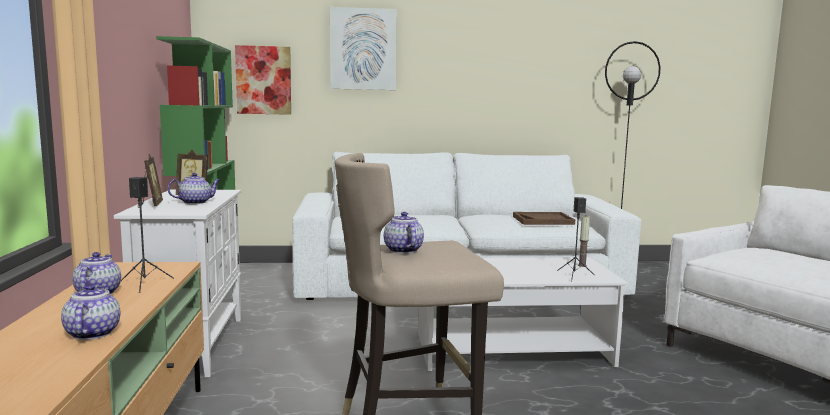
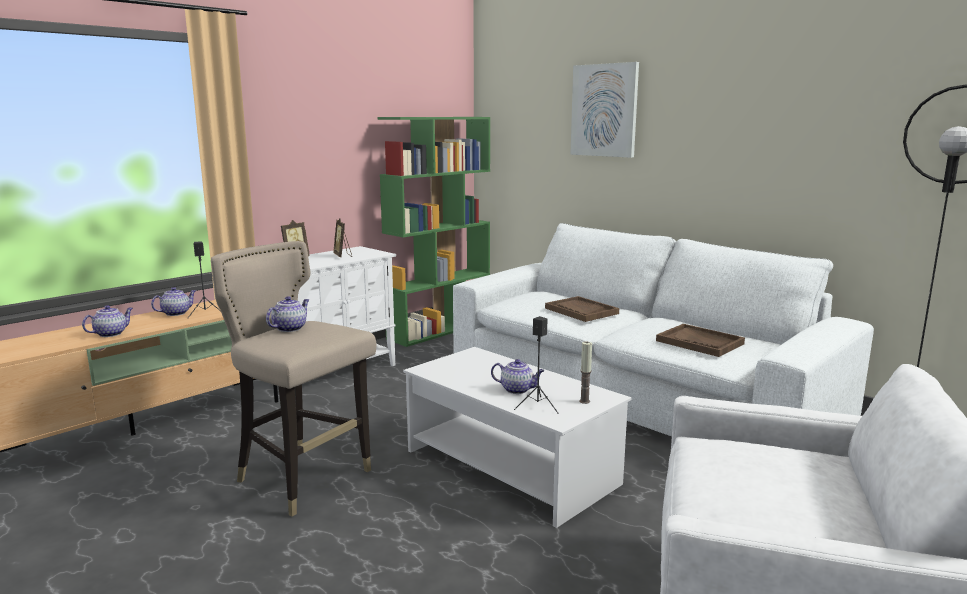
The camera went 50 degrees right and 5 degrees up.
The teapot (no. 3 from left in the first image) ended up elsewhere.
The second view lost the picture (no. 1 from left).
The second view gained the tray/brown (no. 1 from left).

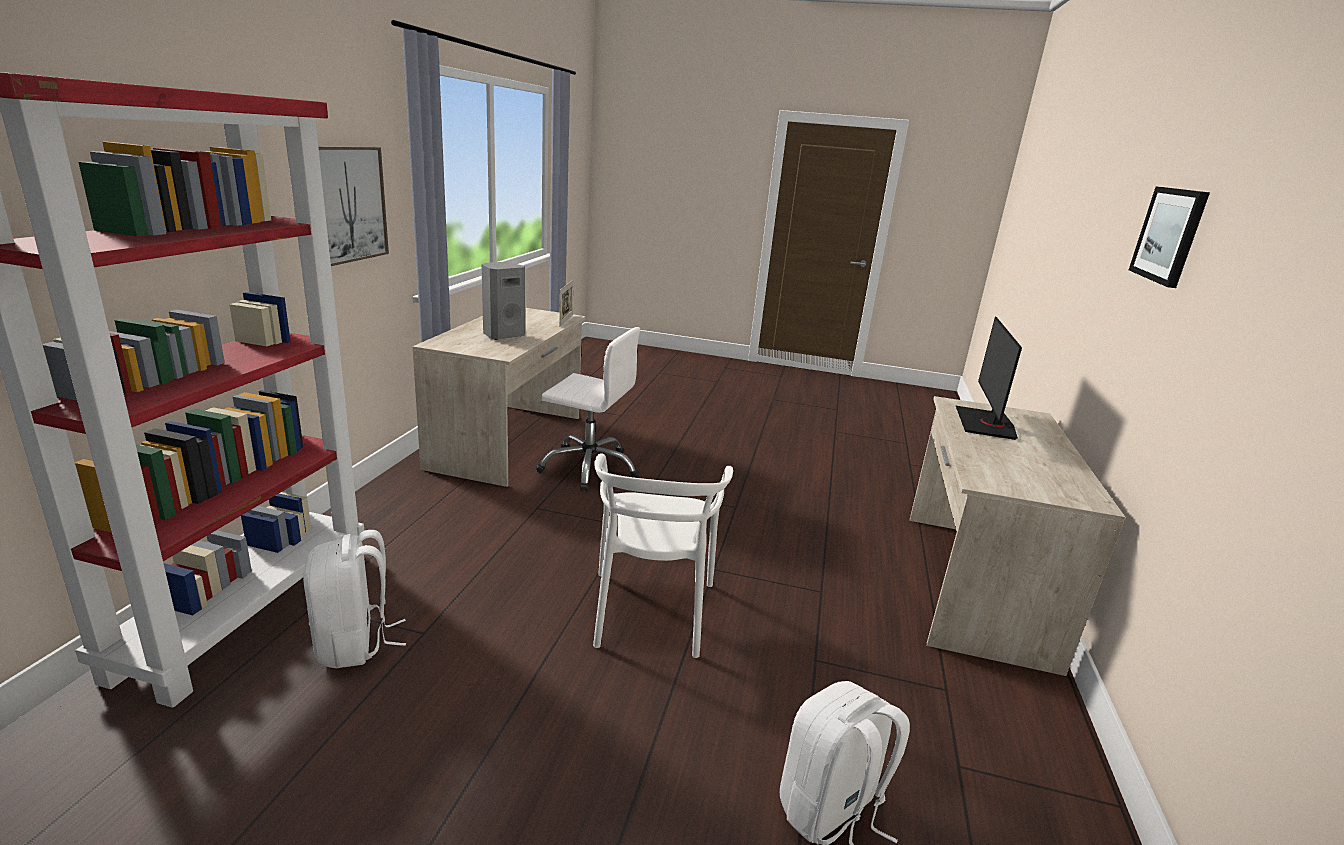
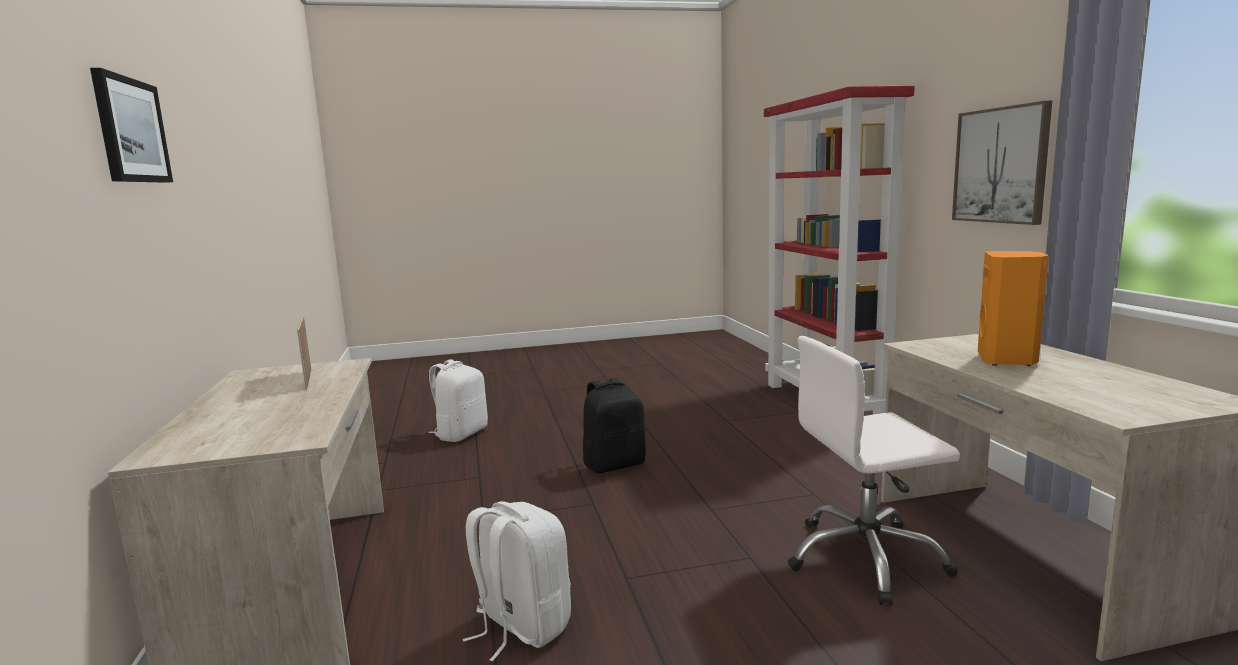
The camera went 155 degrees right and 10 degrees down.
The backpack/white (no. 1 from left in the first image) ended up elsewhere.
What was the speaker/grey turned into the speaker/orange.
The picture frame ended up elsewhere.
Where the chair/white stood, the backpack/black came to stand.
The second view lost the monitor.

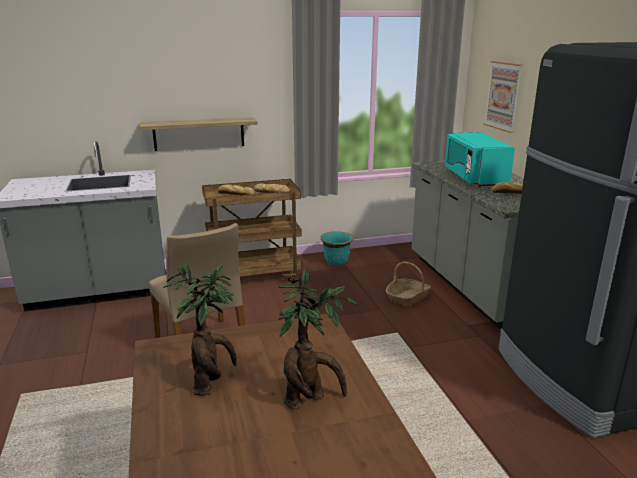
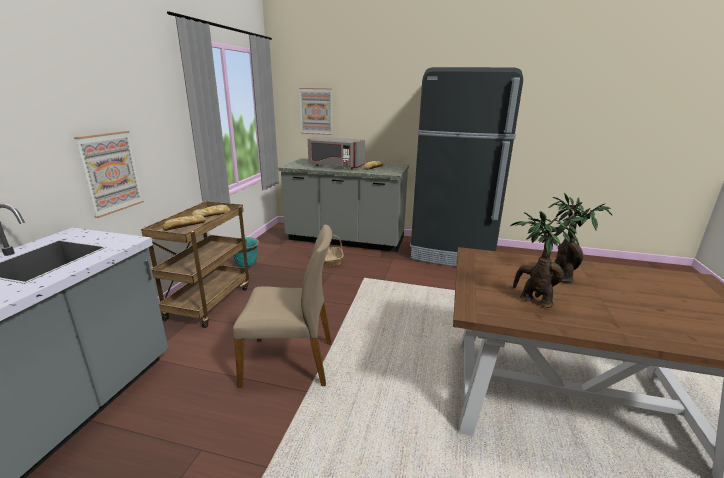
The camera went 60 degrees left and 0 degrees up.
Where the shelf hung, the picture (no. 1 from left) came to hang.
What was the microwave/turquoise turned into the microwave/grey.

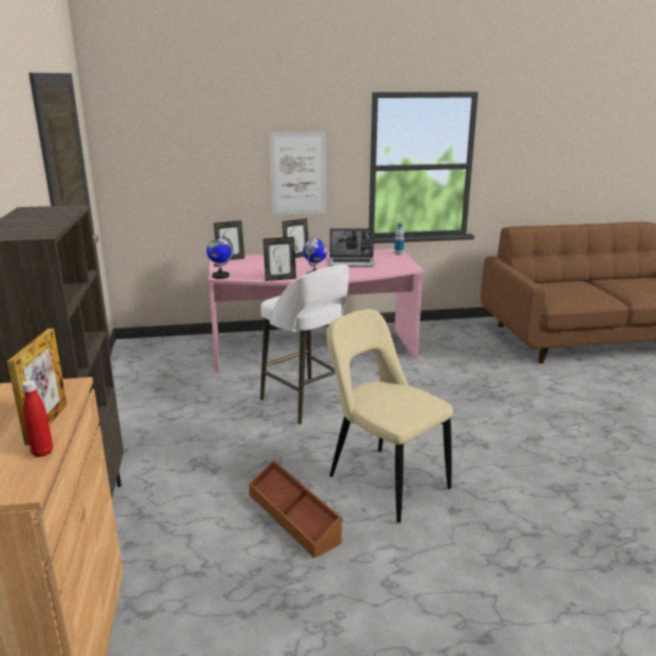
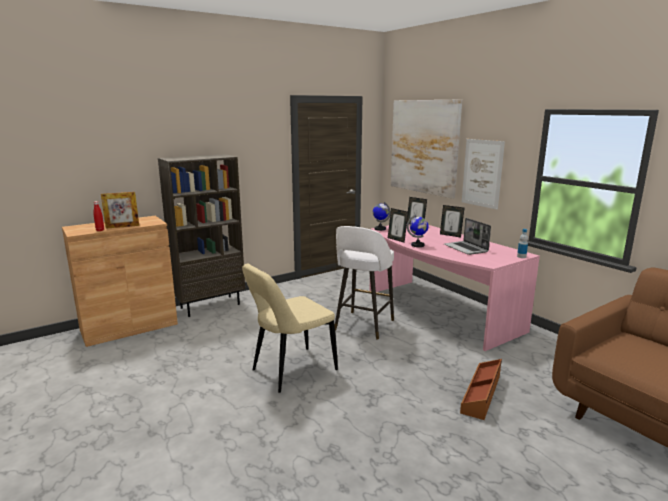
The camera went 65 degrees right and 5 degrees down.
The storage box/brown ended up elsewhere.
The chair/beige ended up facing another way, 150 degrees counterclockwise from before.
The second view gained the picture (no. 1 from left).

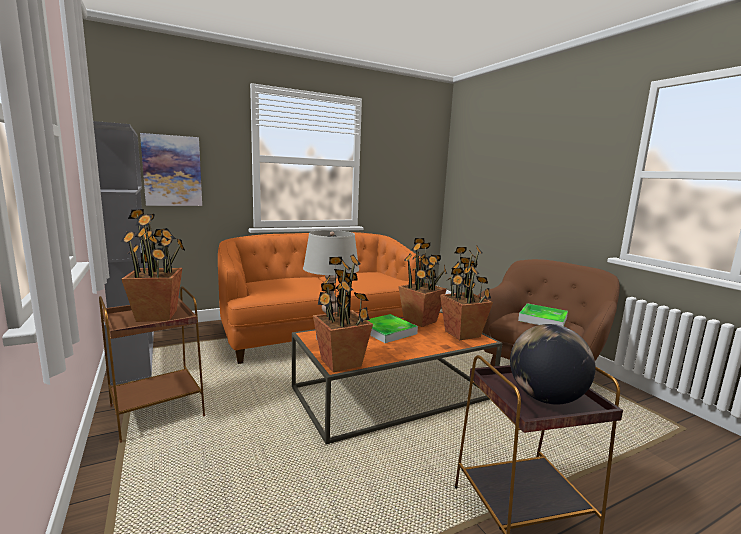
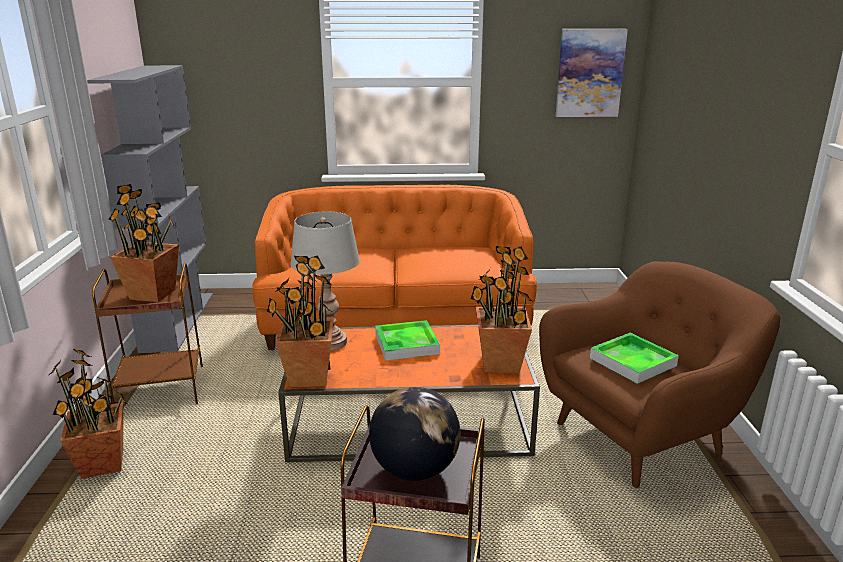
The camera went 25 degrees right and 10 degrees up.
The picture ended up elsewhere.
The potted plant (no. 3 from left in the first image) ended up elsewhere.

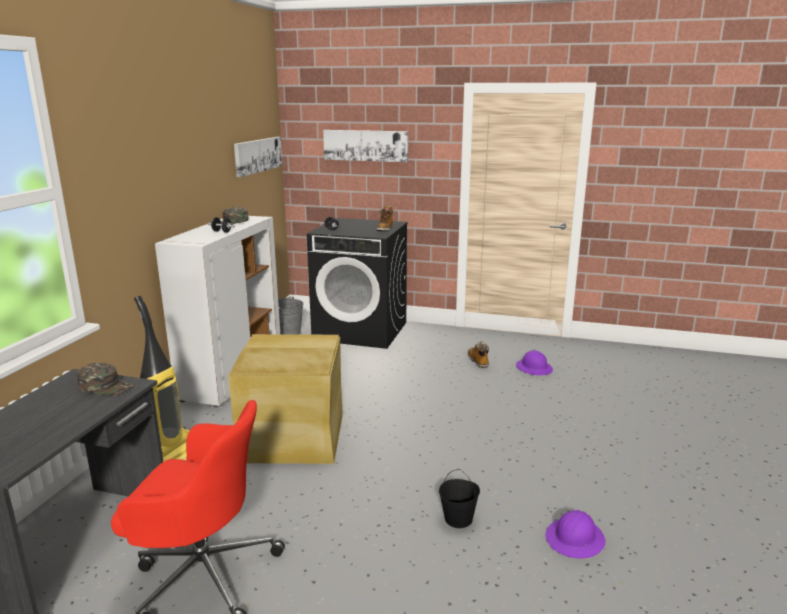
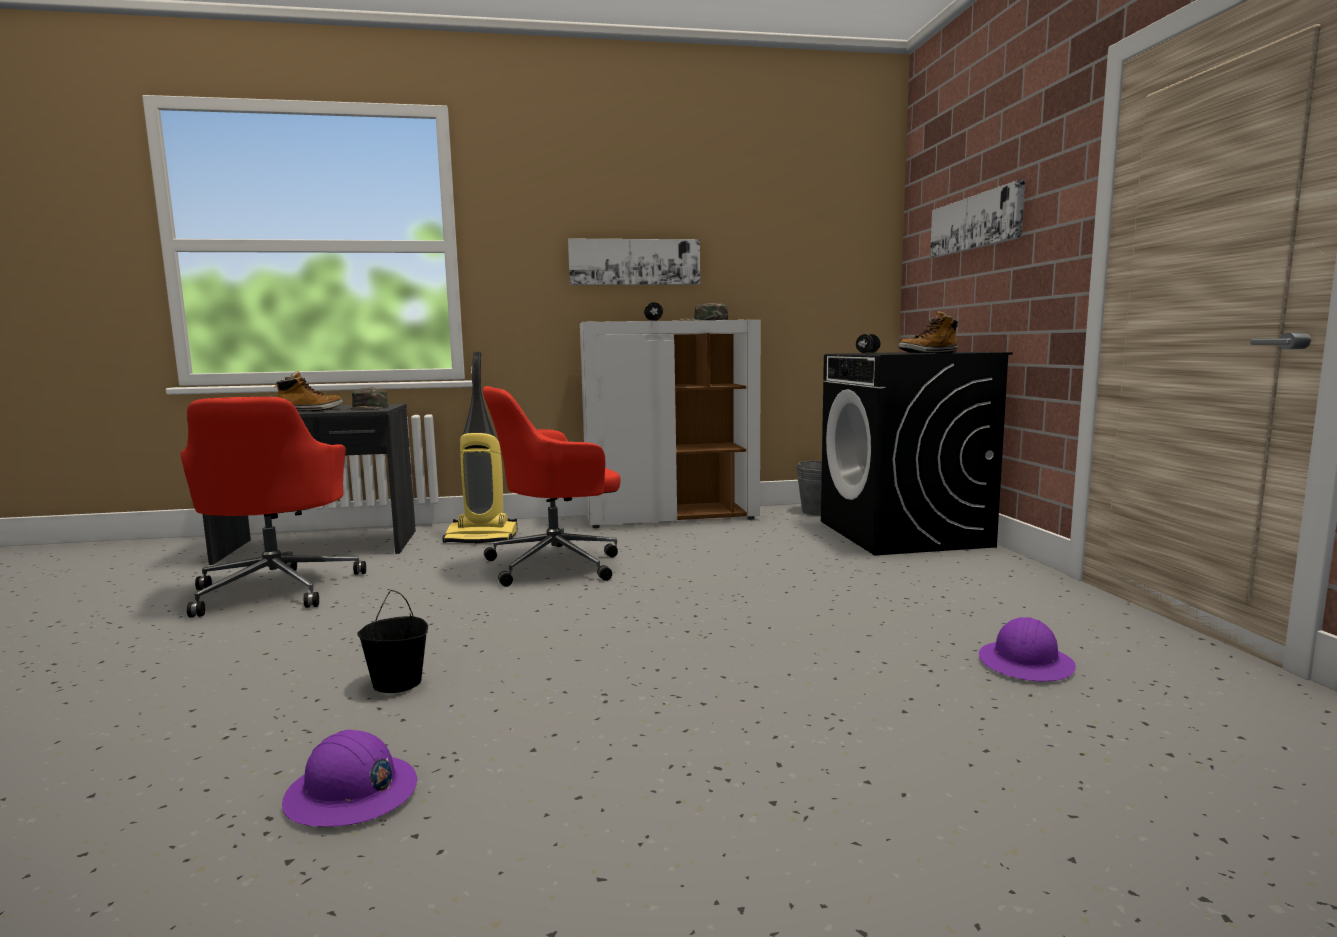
The camera went 65 degrees right and 10 degrees down.
Where the storage box/beige stood, the office chair/red (no. 2 from left) came to stand.
The picture (no. 1 from left) ended up elsewhere.
The boot (no. 2 from left in the first image) ended up elsewhere.

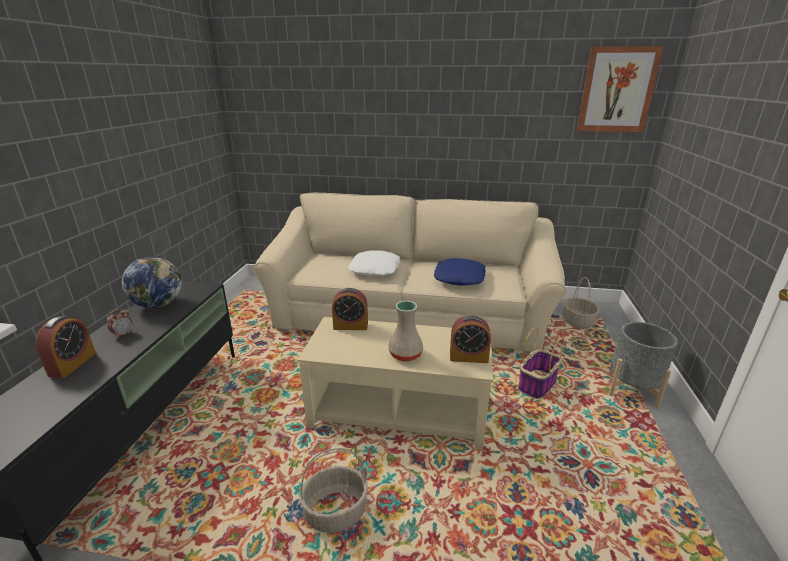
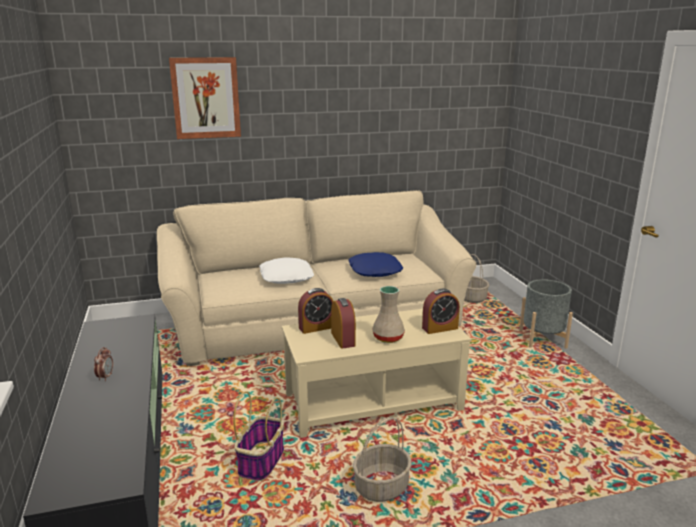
The camera went 25 degrees left and 5 degrees down.
The alarm clock (no. 1 from left in the first image) ended up elsewhere.
The second view lost the globe.
The basket (no. 2 from left in the first image) ended up elsewhere.
The picture ended up elsewhere.

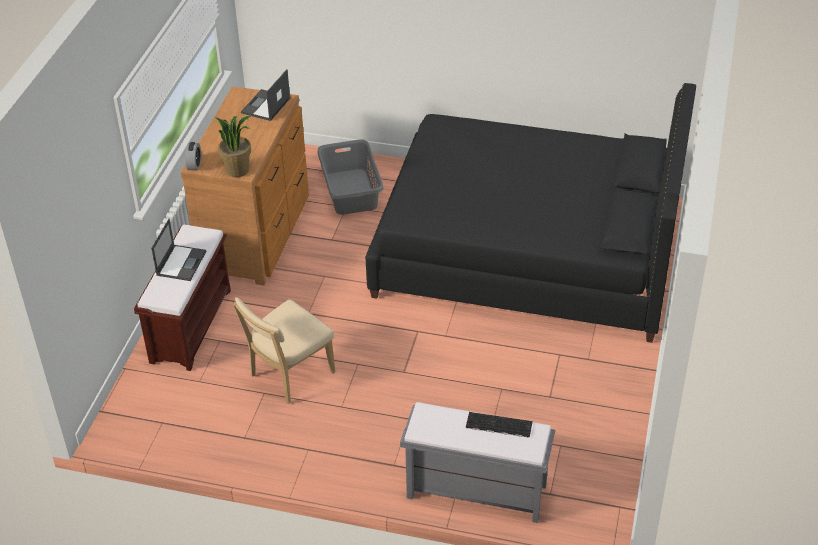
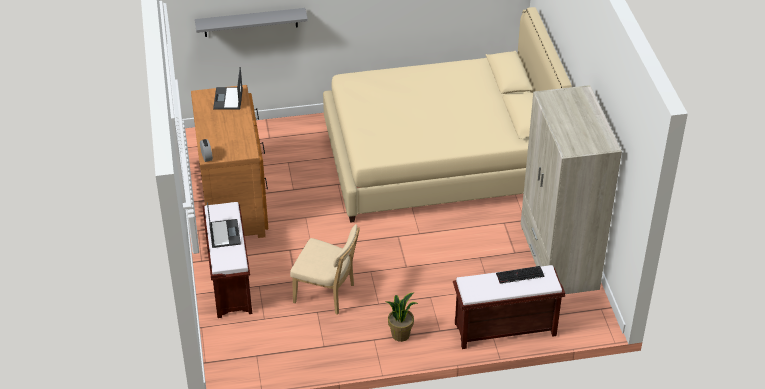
The camera went 25 degrees left and 0 degrees up.
The potted plant ended up elsewhere.
The chair/beige ended up facing another way, 90 degrees counterclockwise from before.
The second view lost the laundry basket/grey.
What was the bed/black turned into the bed/beige.
What was the bench/grey turned into the bench/brown (no. 2 from left).
The second view gained the shelf/grey.
The second view gained the wardrobe/beige.

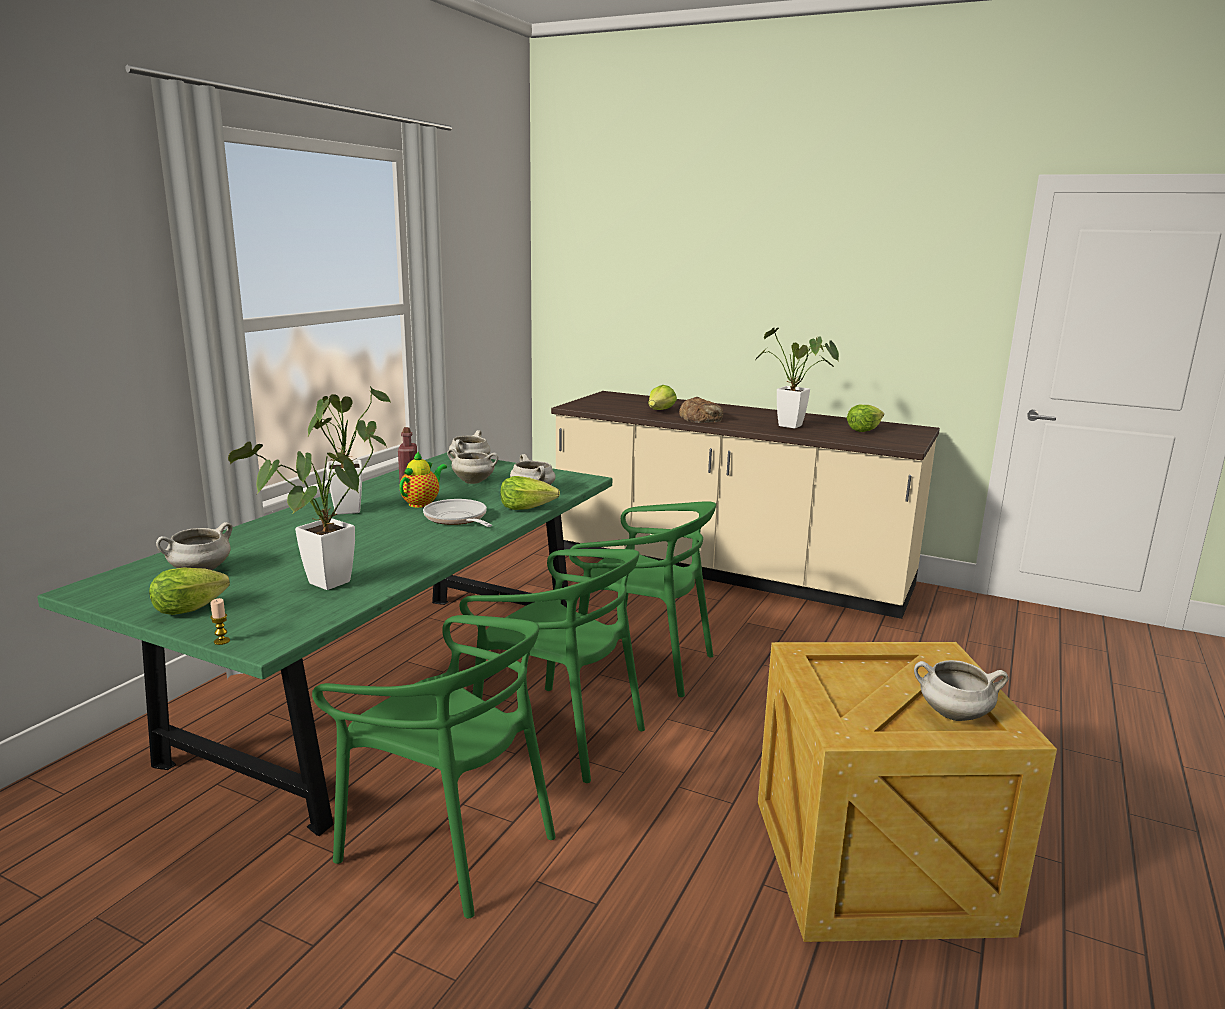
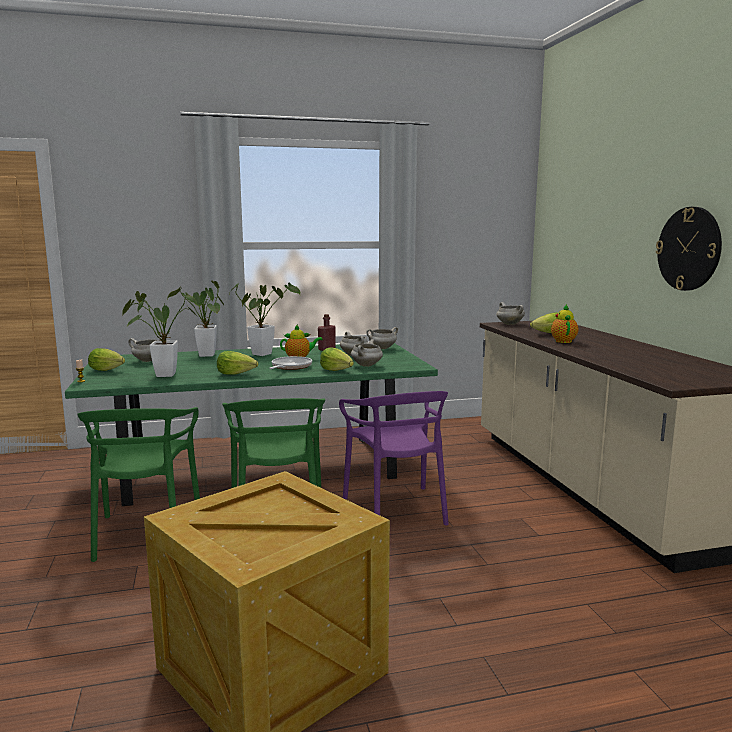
The camera went 50 degrees right and 5 degrees down.
What was the chair/green (no. 3 from left) turned into the chair/purple.
Where the bread stood, the teapot (no. 2 from left) came to stand.
The potted plant (no. 3 from left in the first image) ended up elsewhere.
The lettuce (no. 4 from left in the first image) ended up elsewhere.
The cooking pot/white (no. 5 from left) ended up elsewhere.
The second view gained the wall clock.

